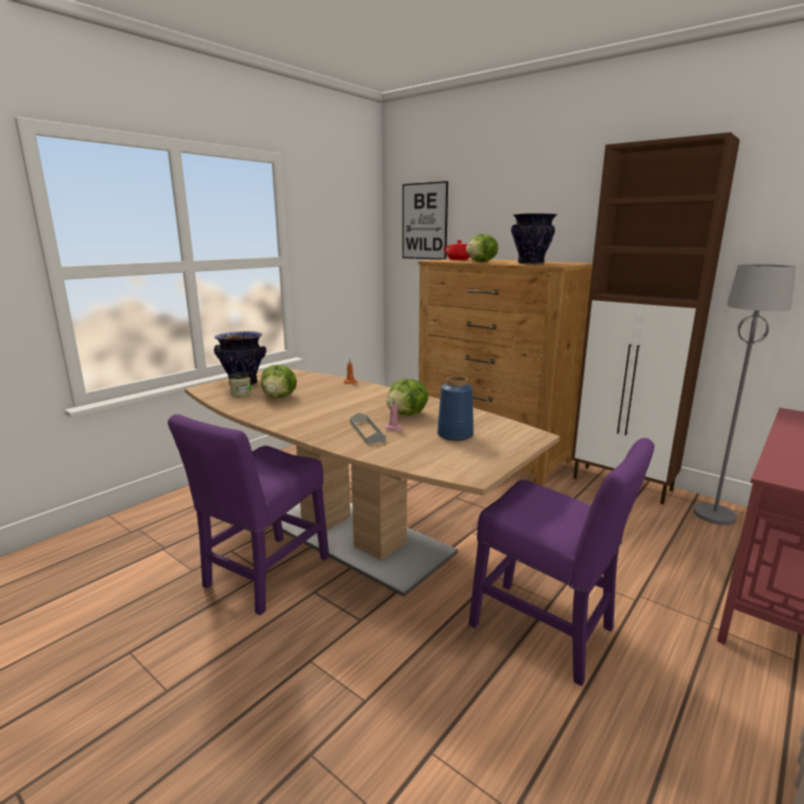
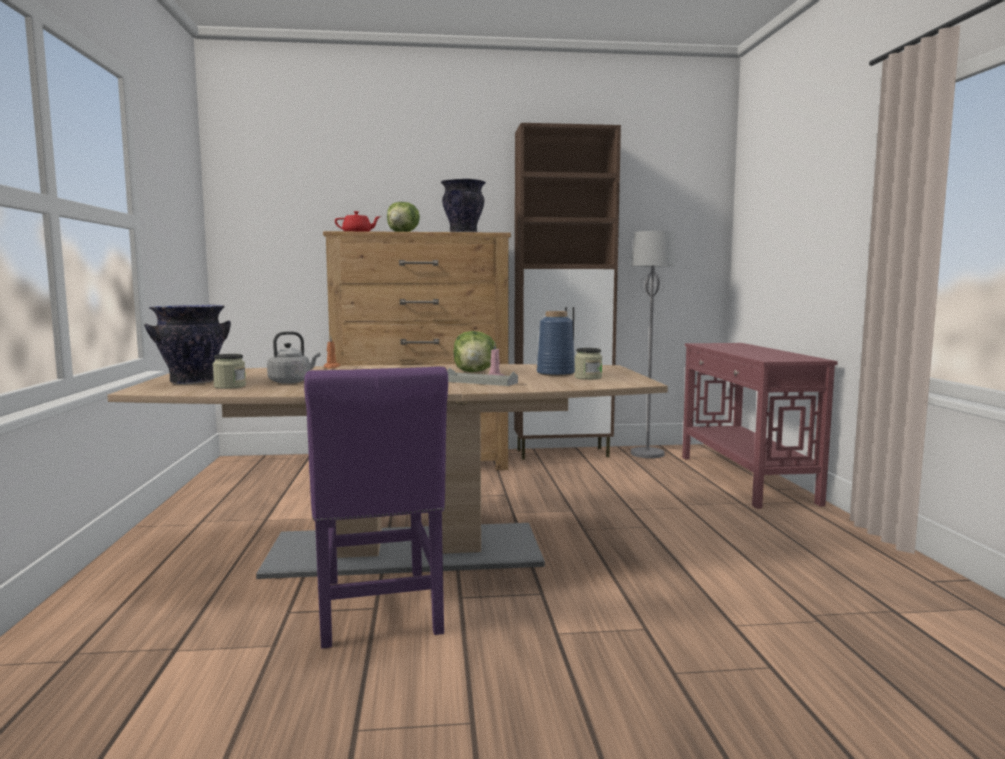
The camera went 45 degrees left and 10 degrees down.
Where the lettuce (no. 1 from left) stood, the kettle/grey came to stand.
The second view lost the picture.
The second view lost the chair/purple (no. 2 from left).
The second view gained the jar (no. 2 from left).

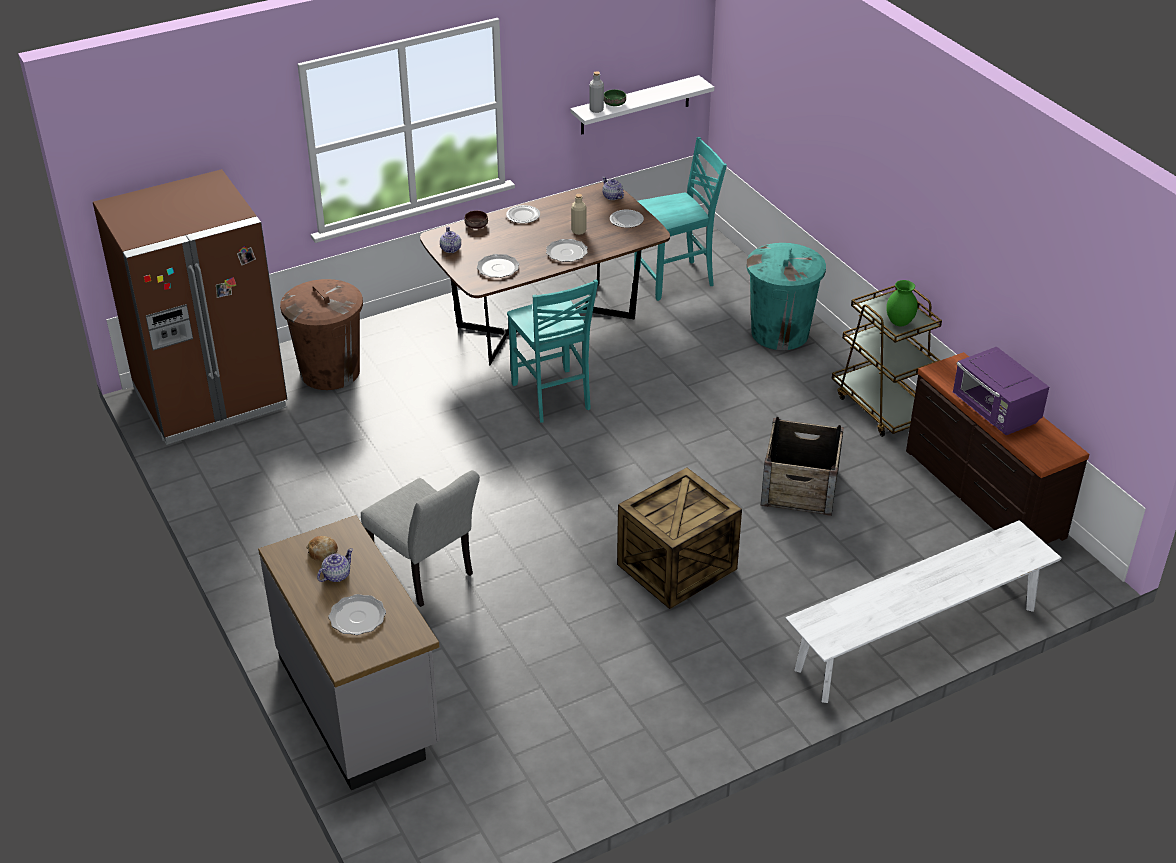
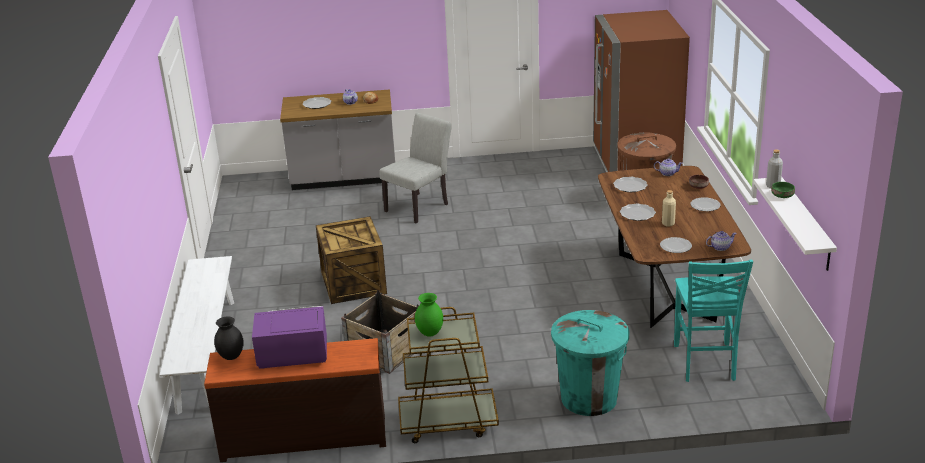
The camera went 115 degrees right and 10 degrees down.
The chair/grey ended up facing another way, 150 degrees clockwise from before.
The second view lost the chair/turquoise (no. 1 from left).
The second view gained the vase/black.

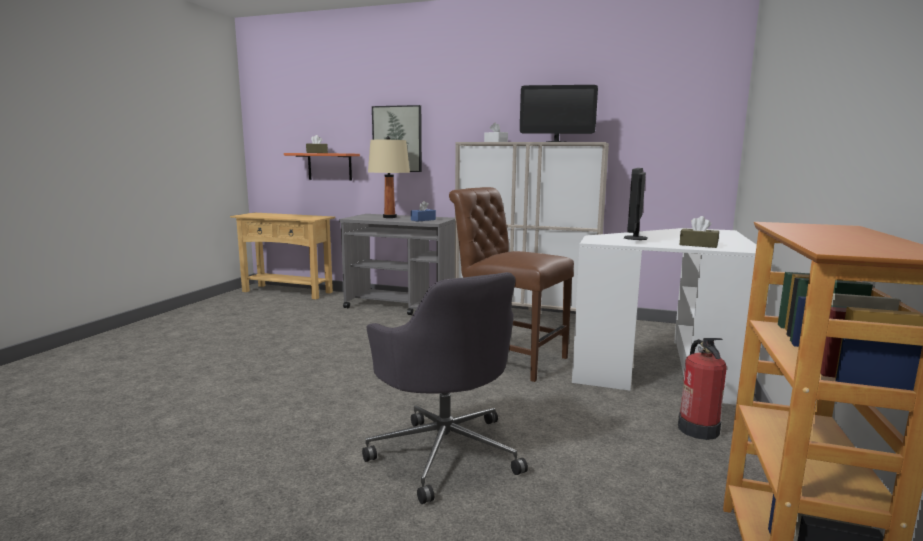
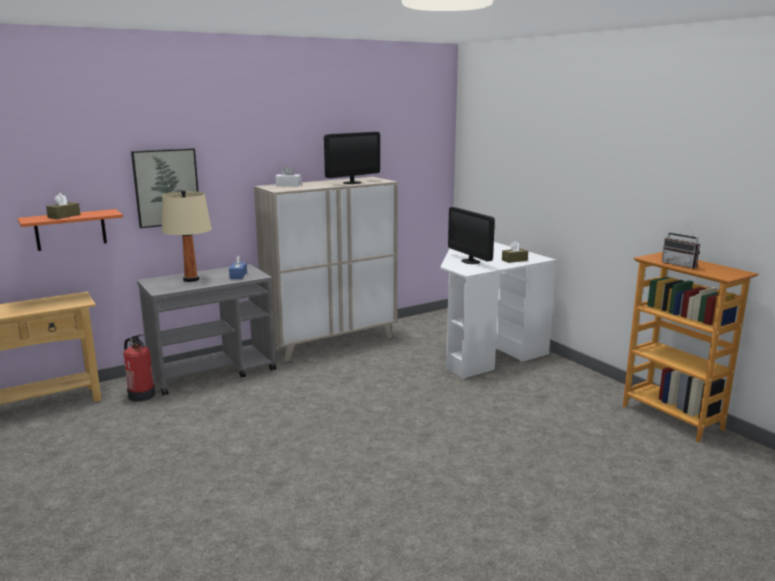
The camera went 50 degrees left and 5 degrees up.
The second view lost the office chair/grey.
The second view lost the chair/brown.
The fire extinguisher ended up elsewhere.
The second view gained the radio.

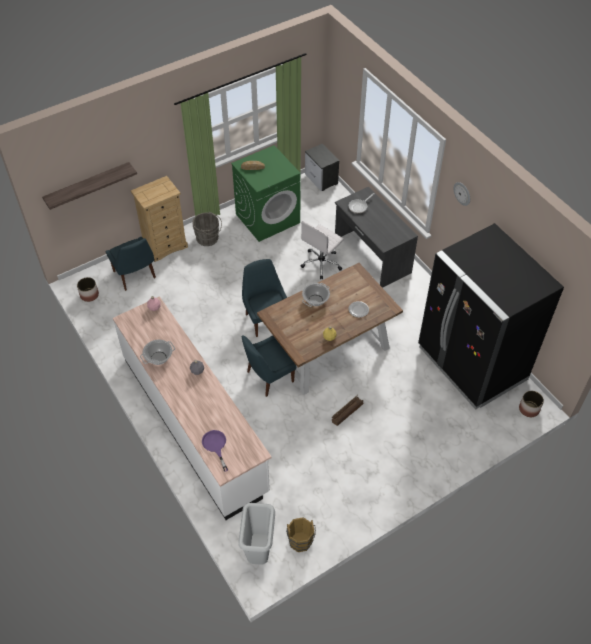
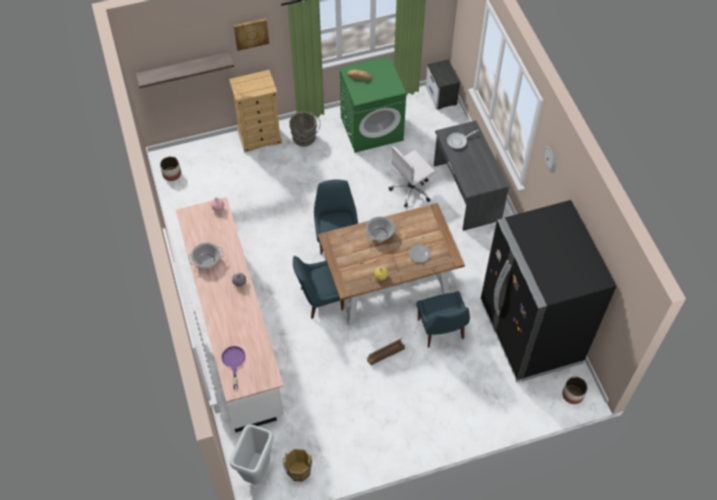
The camera went 15 degrees right and 5 degrees up.
The chair/blue (no. 1 from left in the first image) ended up elsewhere.
The second view gained the picture.

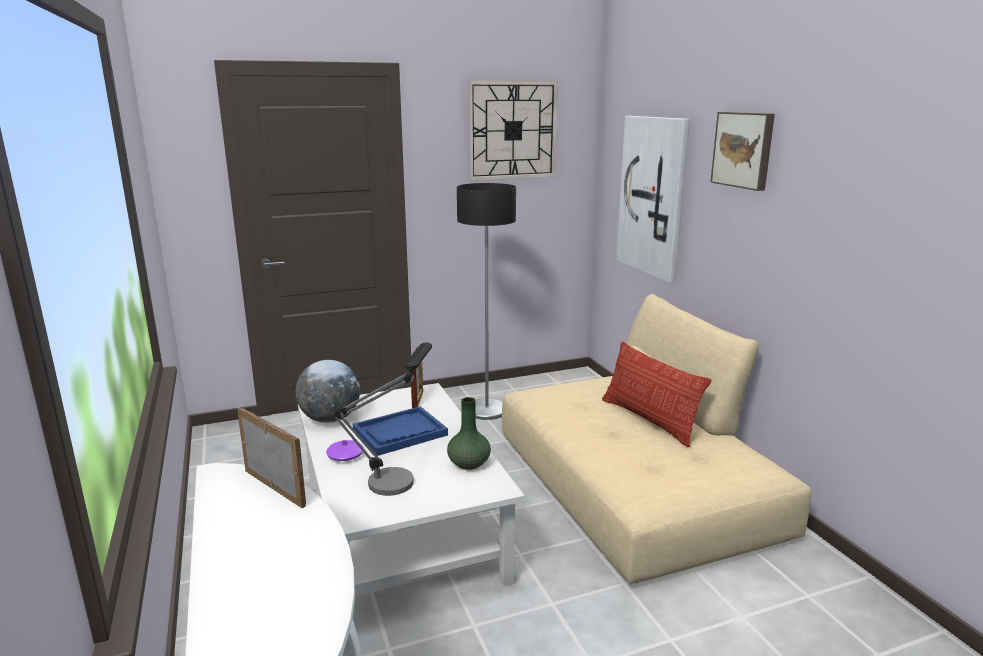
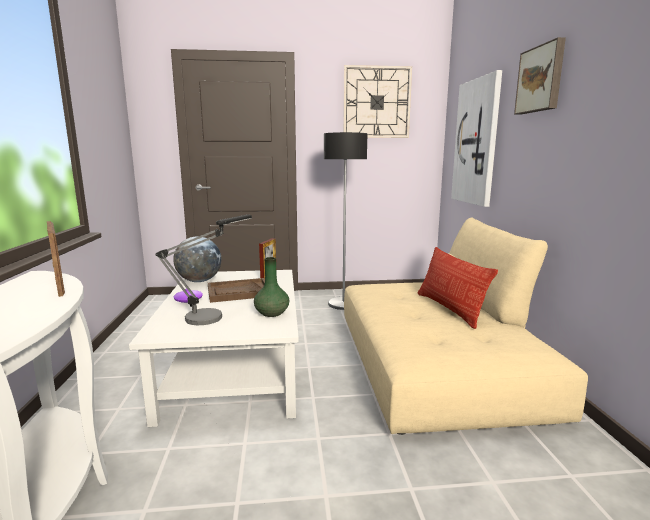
The camera went 15 degrees right and 5 degrees down.
What was the tray/blue turned into the tray/brown.

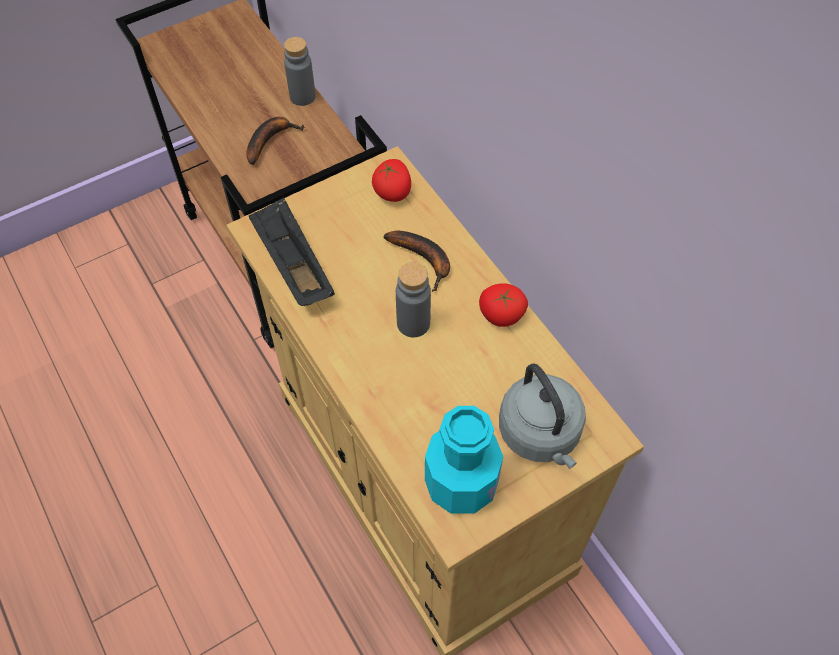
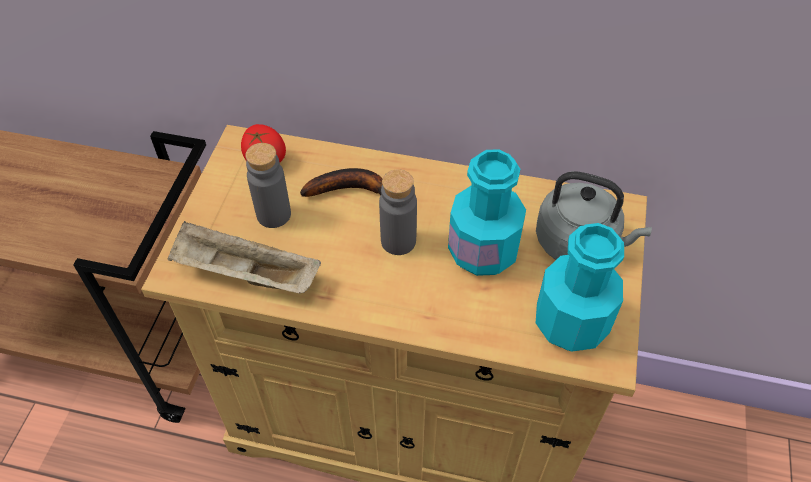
The camera went 45 degrees left and 5 degrees down.
The second view lost the banana (no. 1 from left).
What was the tray/black turned into the tray/beige.
The bottle/grey (no. 1 from left) ended up elsewhere.
The second view lost the tomato (no. 2 from left).
The second view gained the bottle/turquoise (no. 1 from left).

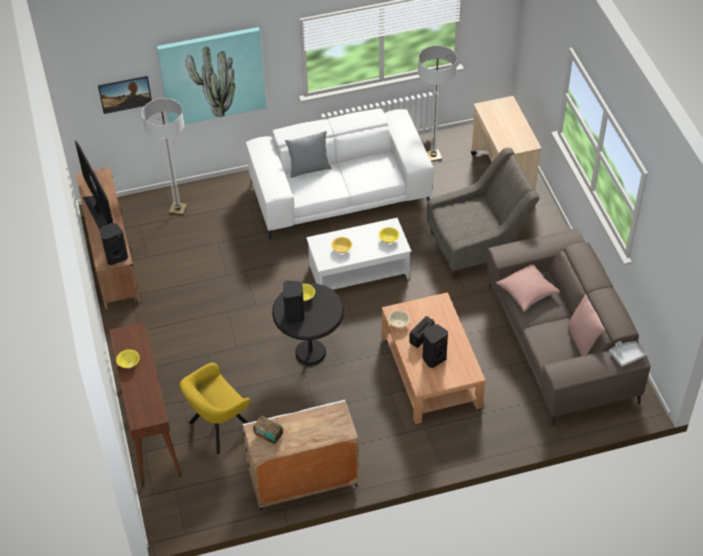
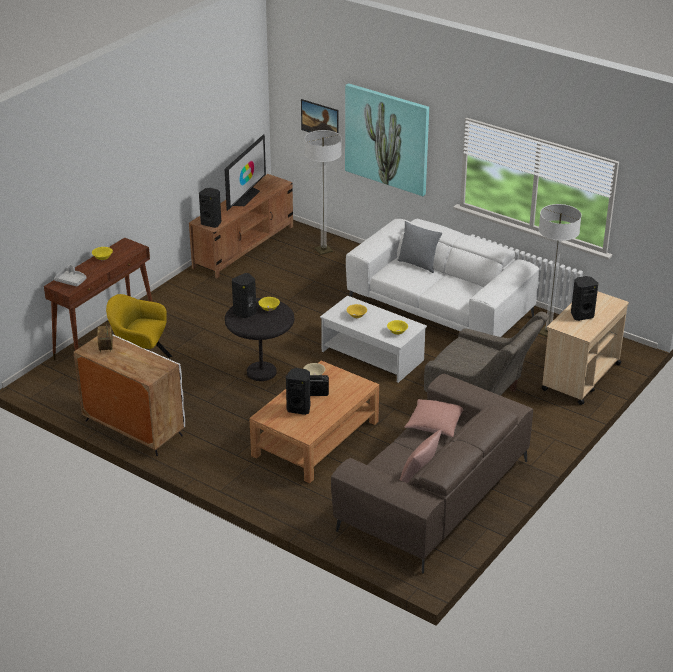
The camera went 50 degrees right and 15 degrees down.
The tray/grey ended up elsewhere.
The second view gained the speaker/black (no. 4 from left).

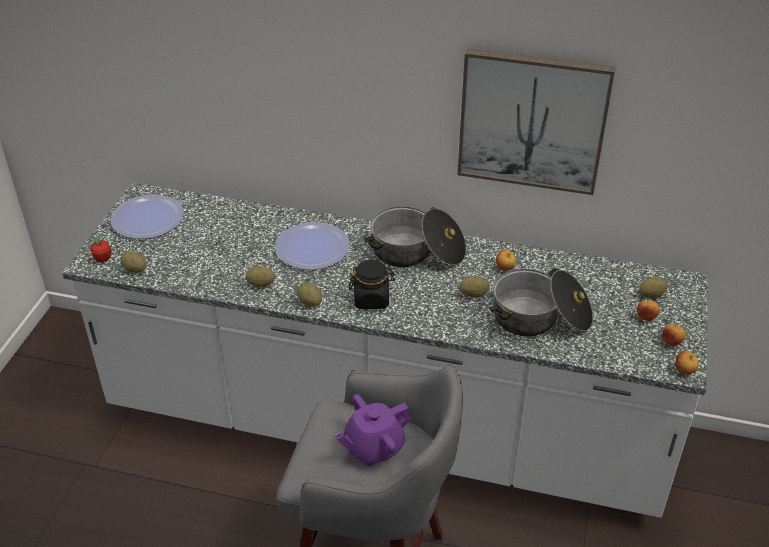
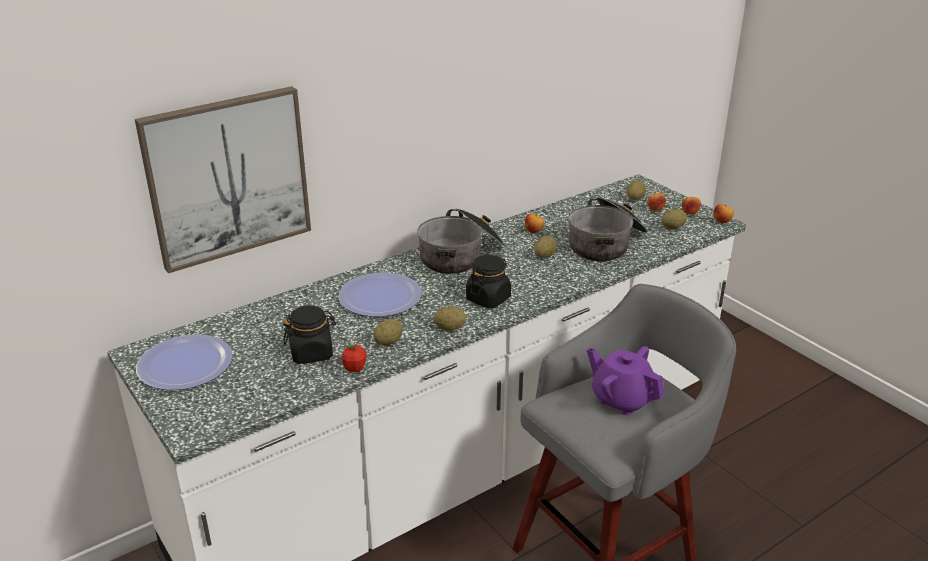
The camera went 50 degrees left and 10 degrees down.
The apple (no. 1 from left) ended up elsewhere.
The potato (no. 1 from left in the first image) ended up elsewhere.
The teapot/purple ended up facing another way, 120 degrees clockwise from before.
The picture ended up elsewhere.
The second view gained the jar/black (no. 1 from left).

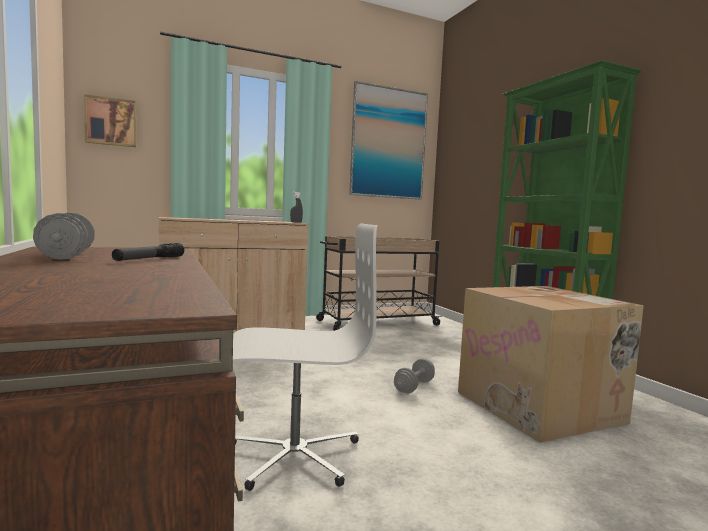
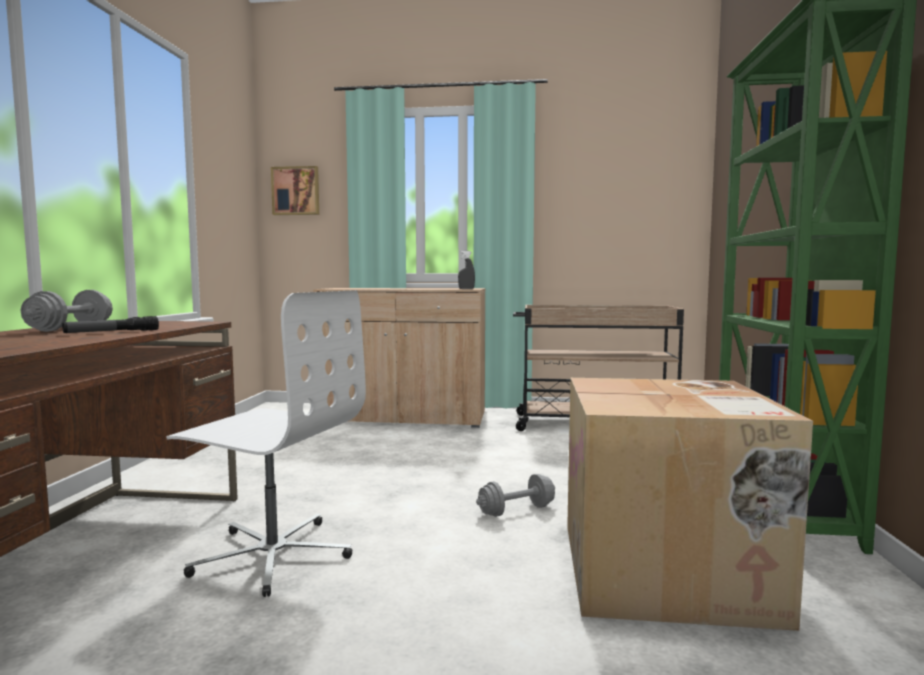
The camera went 30 degrees right and 0 degrees up.
The second view lost the picture (no. 2 from left).

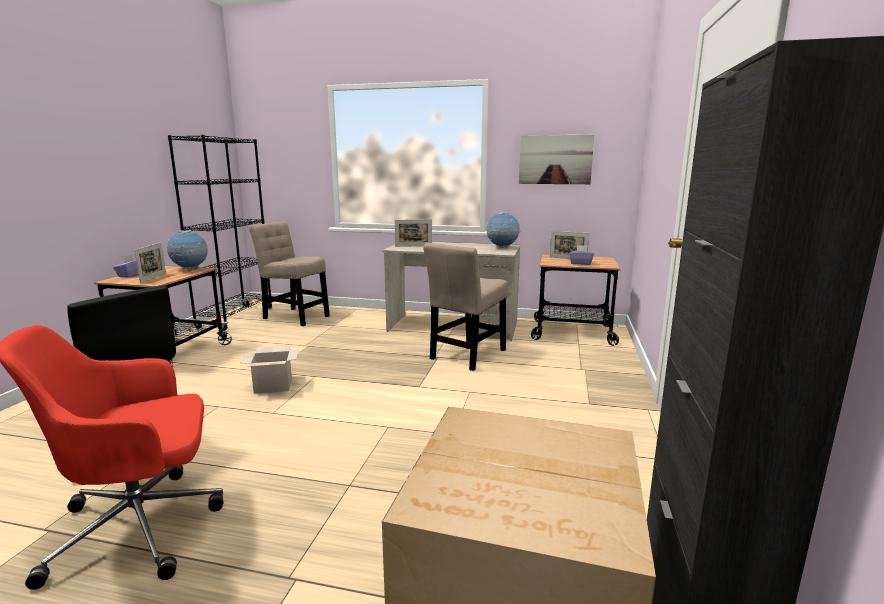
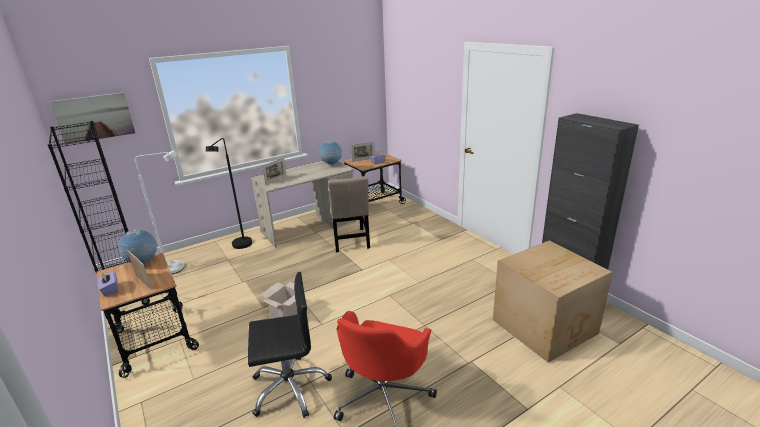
The camera went 45 degrees left and 10 degrees up.
Where the chair/beige (no. 1 from left) stood, the floor lamp/white came to stand.
The picture ended up elsewhere.
The second view gained the floor lamp/black.

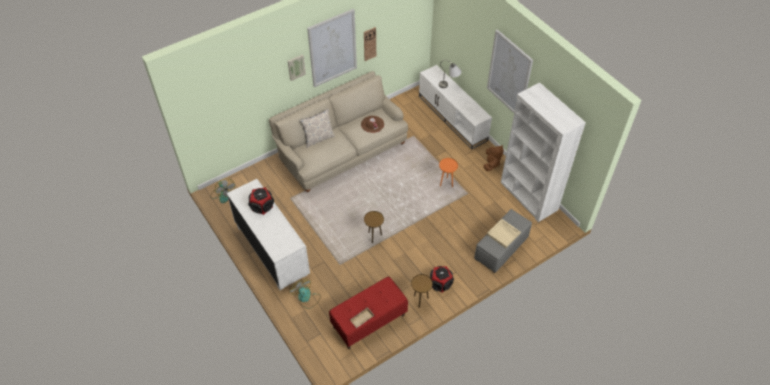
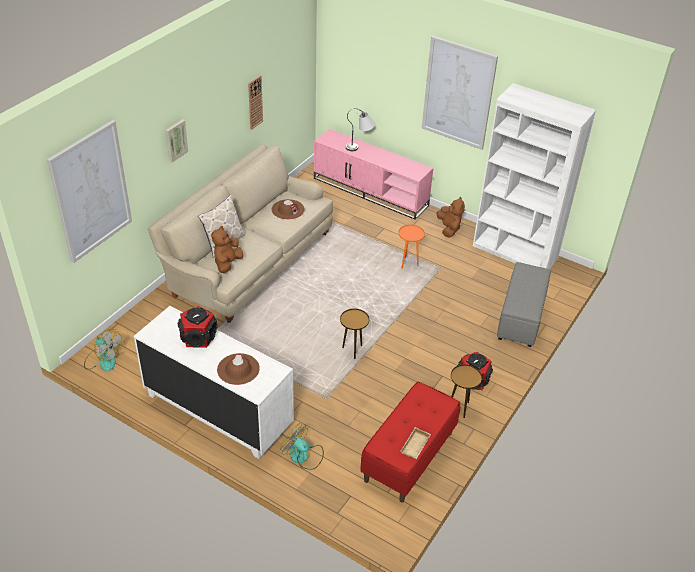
The camera went 25 degrees left and 10 degrees down.
The picture (no. 2 from left in the first image) ended up elsewhere.
What was the tv stand/white turned into the tv stand/pink.
The second view lost the tray/beige (no. 2 from left).
The second view gained the plush toy/brown (no. 1 from left).
The second view gained the hat/brown (no. 1 from left).

